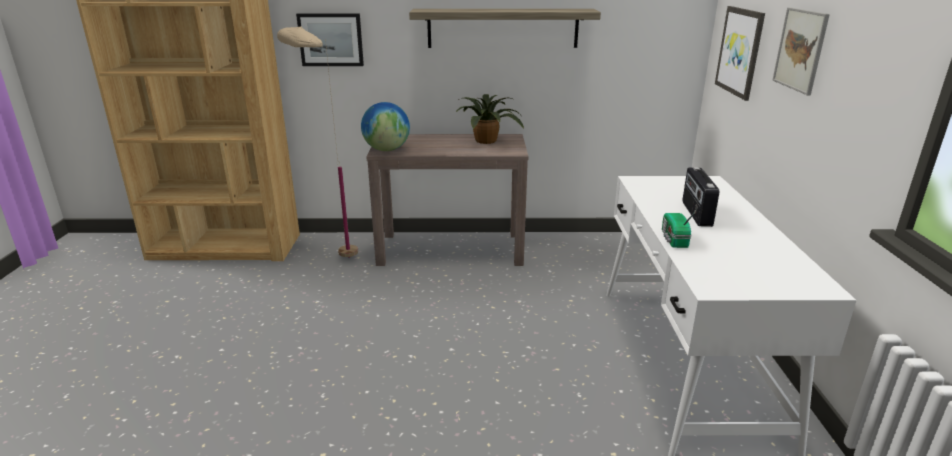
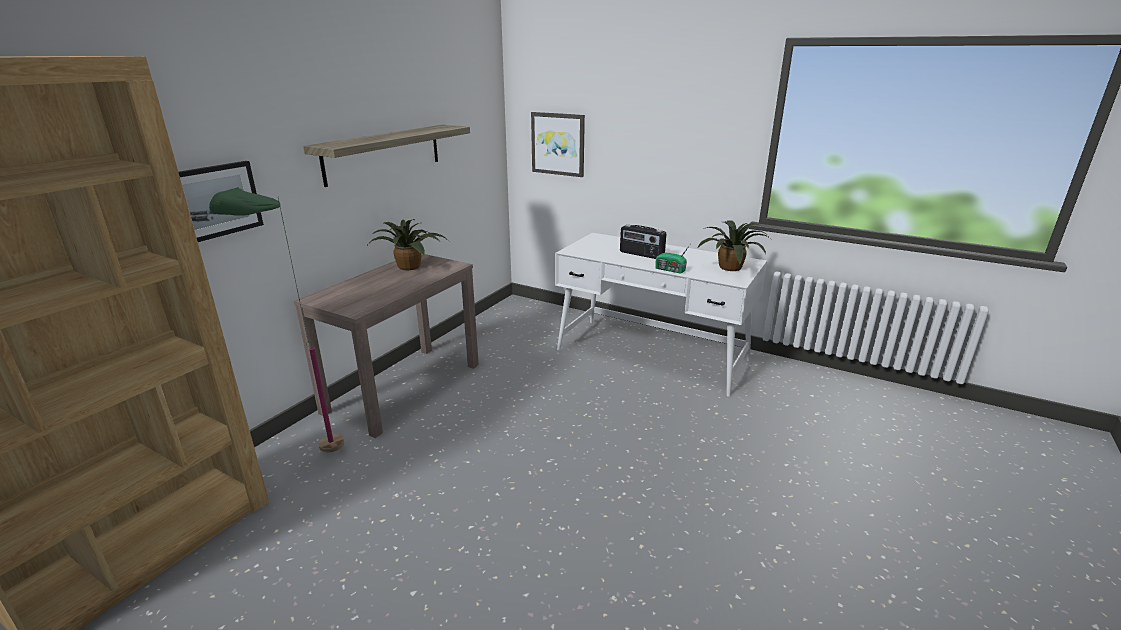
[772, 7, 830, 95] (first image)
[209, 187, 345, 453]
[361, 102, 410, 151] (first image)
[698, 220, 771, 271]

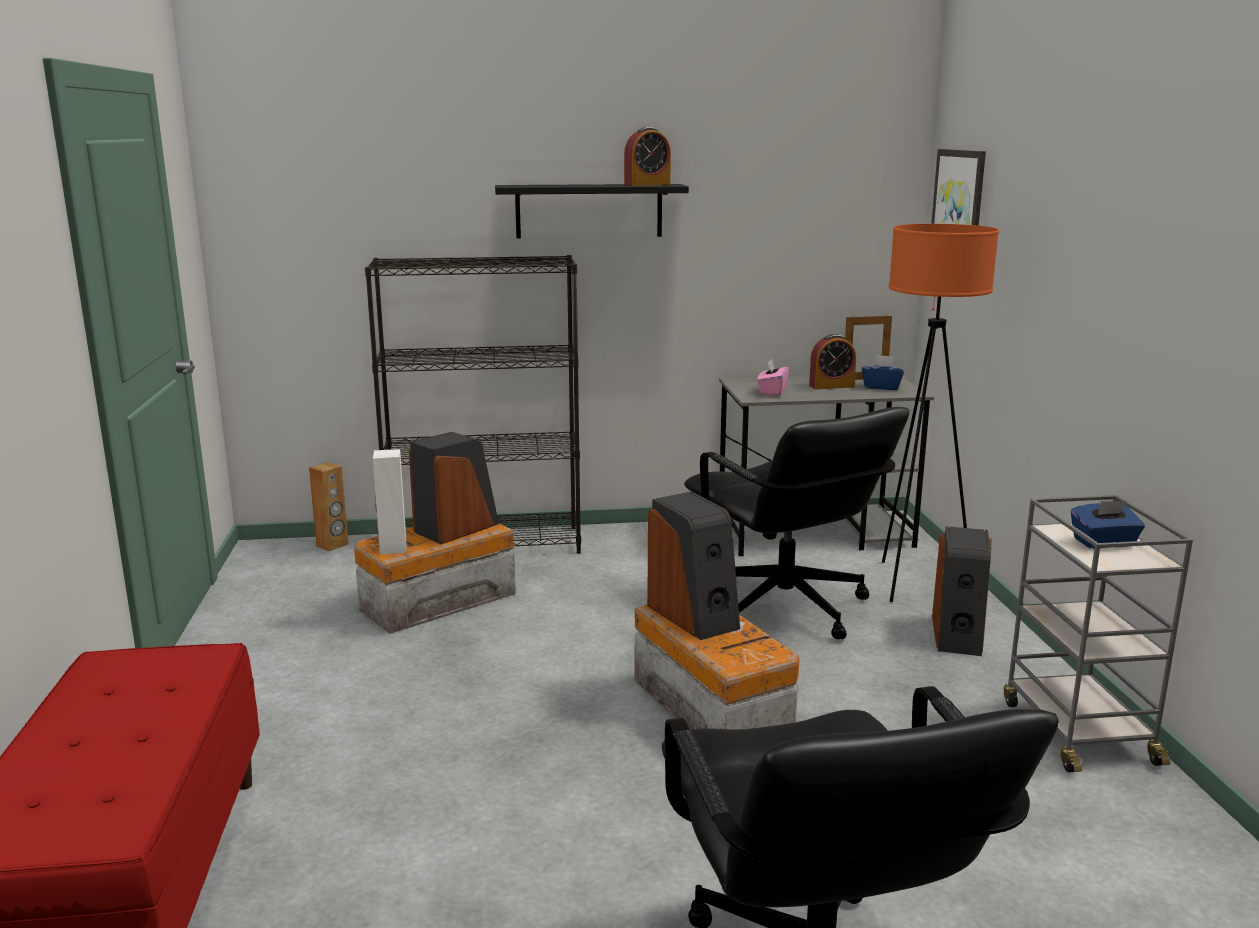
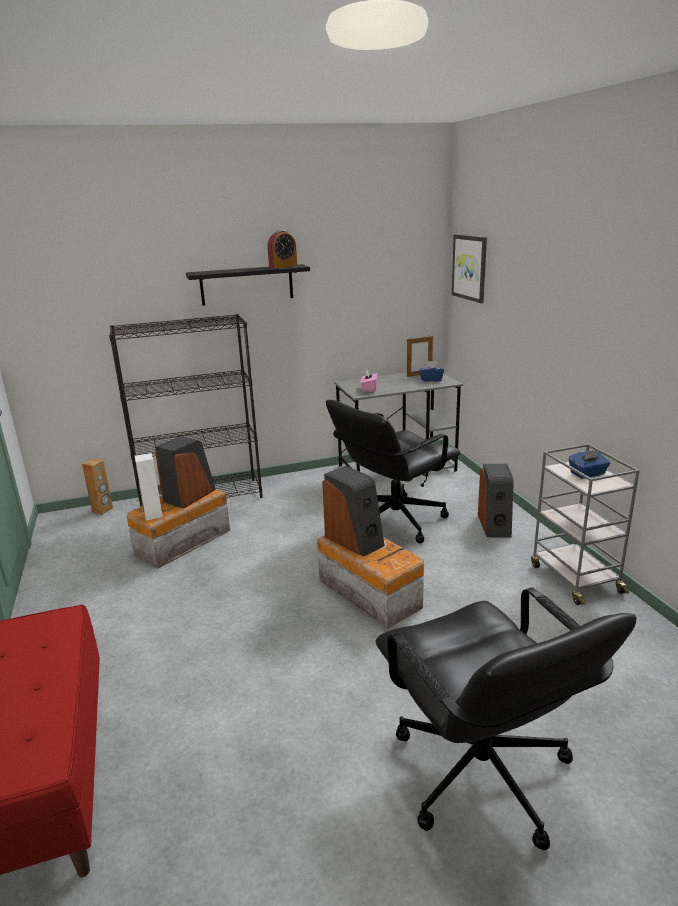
[882, 224, 999, 602] (first image)
[809, 334, 856, 389] (first image)
[326, 400, 461, 543]

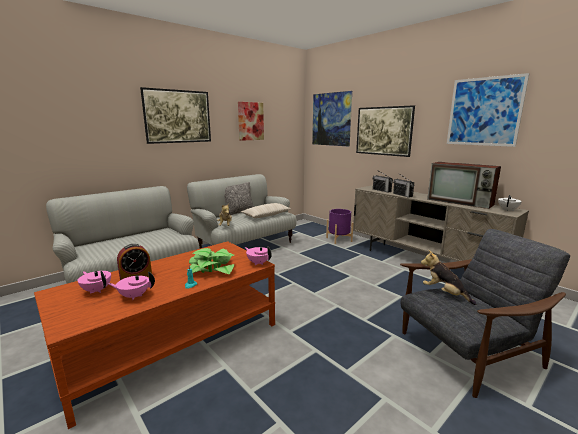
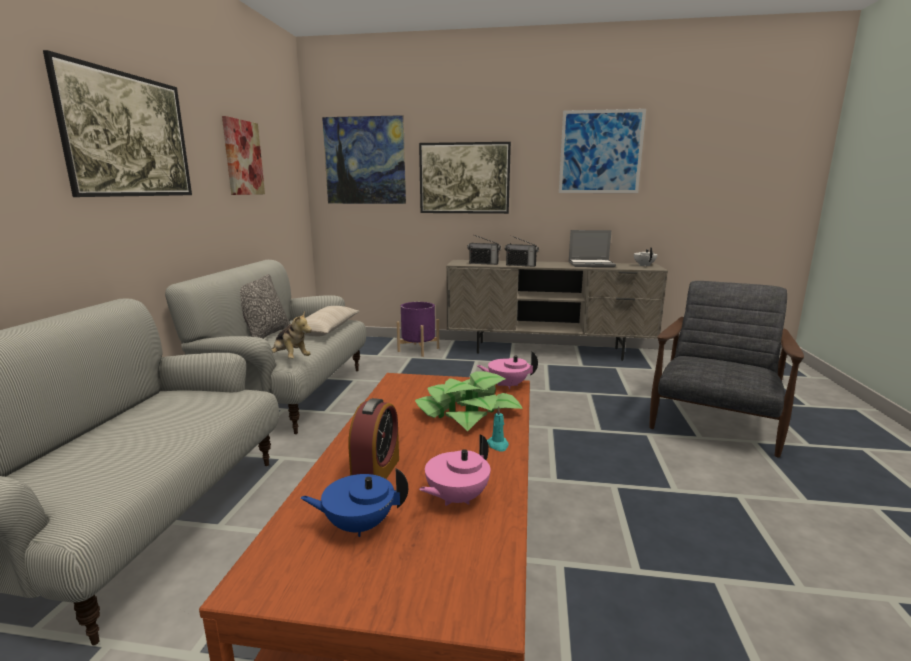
[569, 230, 616, 267]
[421, 250, 476, 305] (first image)
[300, 468, 408, 537]

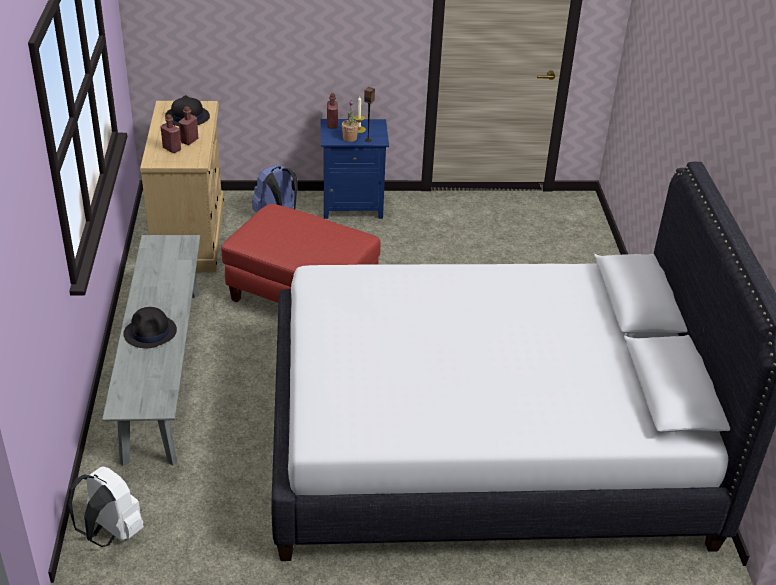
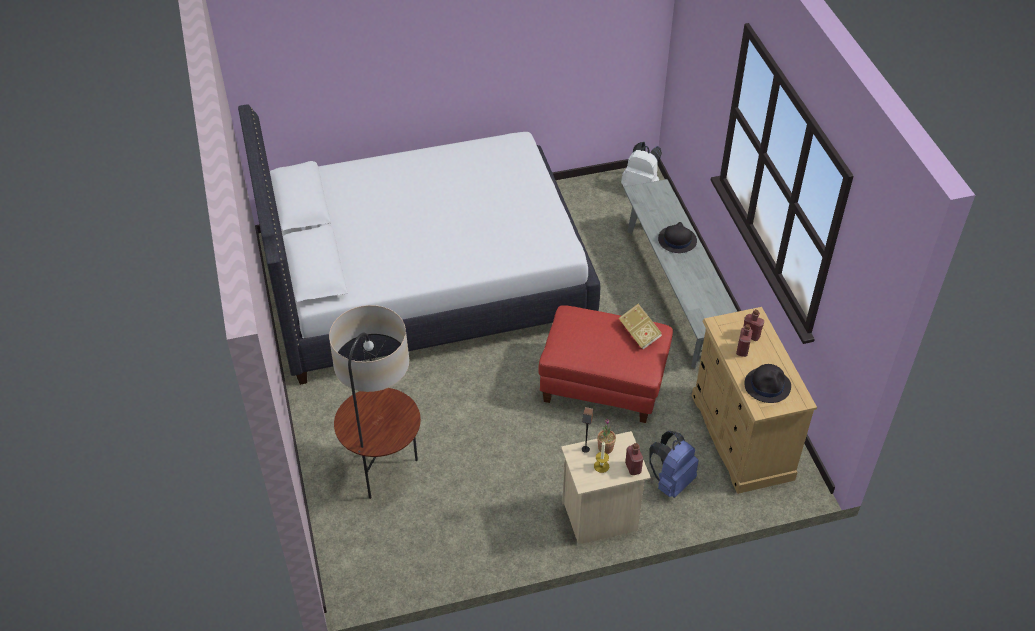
[561, 431, 651, 544]
[619, 304, 662, 349]
[329, 305, 421, 499]

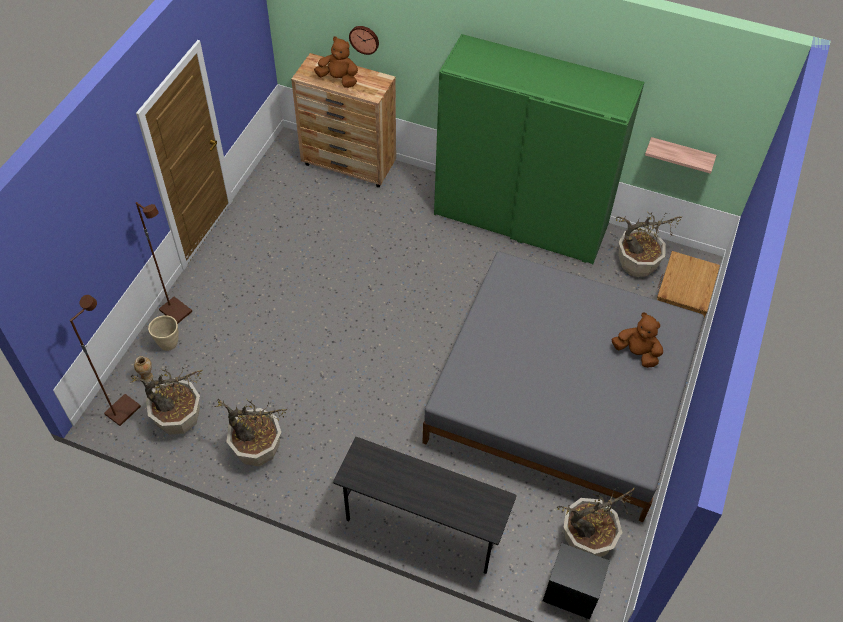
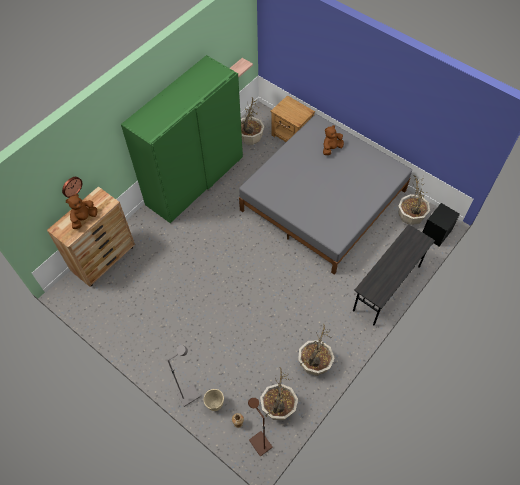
[167, 345, 201, 407]

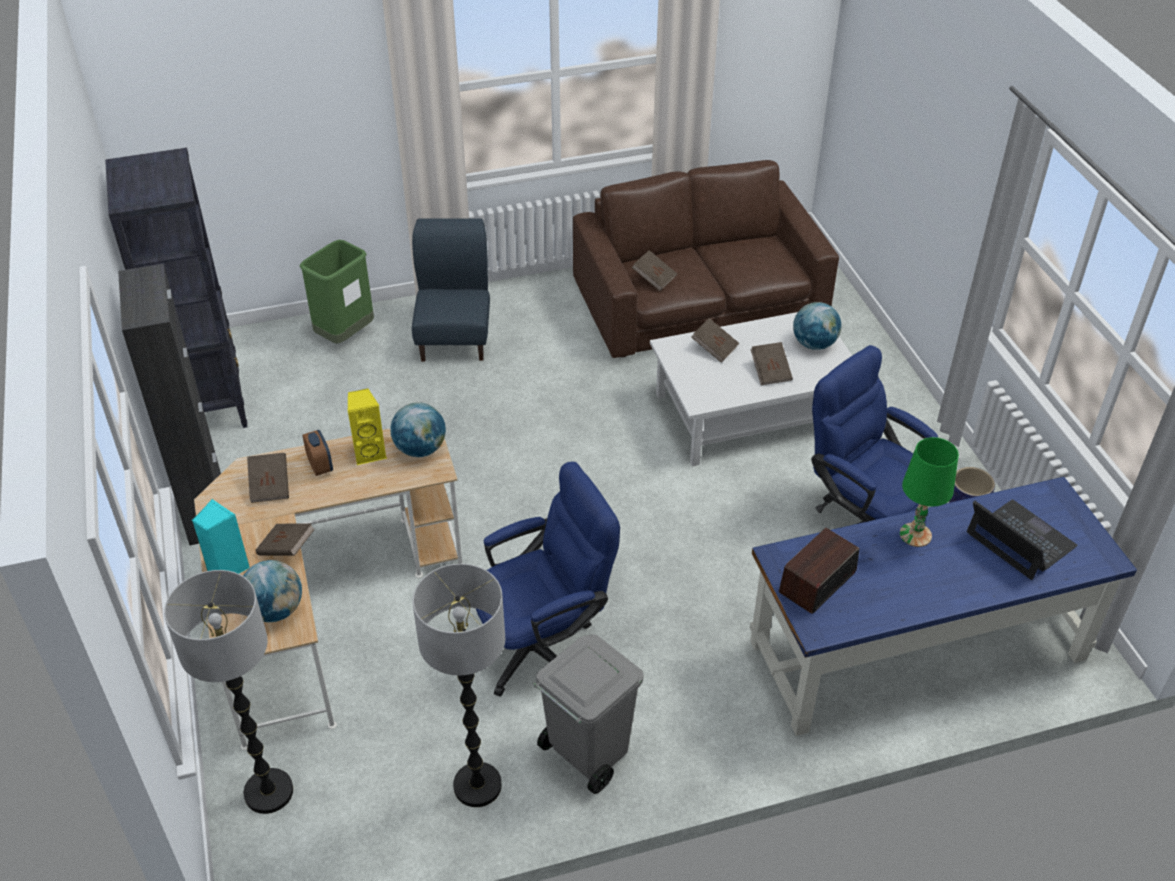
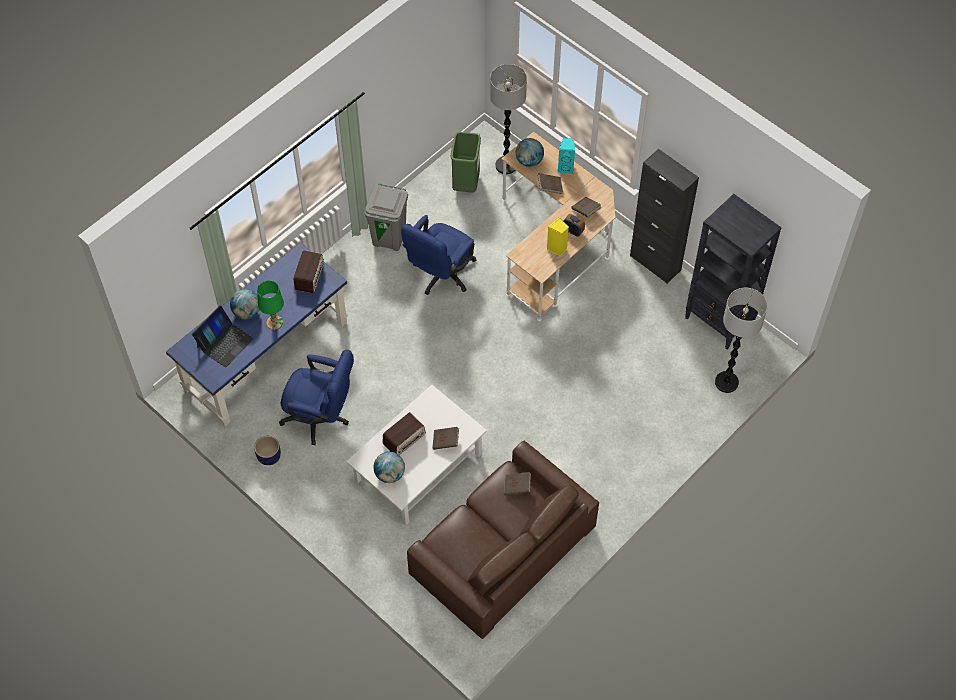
[412, 218, 490, 362] (first image)
[451, 132, 481, 193]
[382, 412, 426, 455]
[230, 289, 260, 319]
[192, 305, 254, 367]
[715, 288, 768, 393]

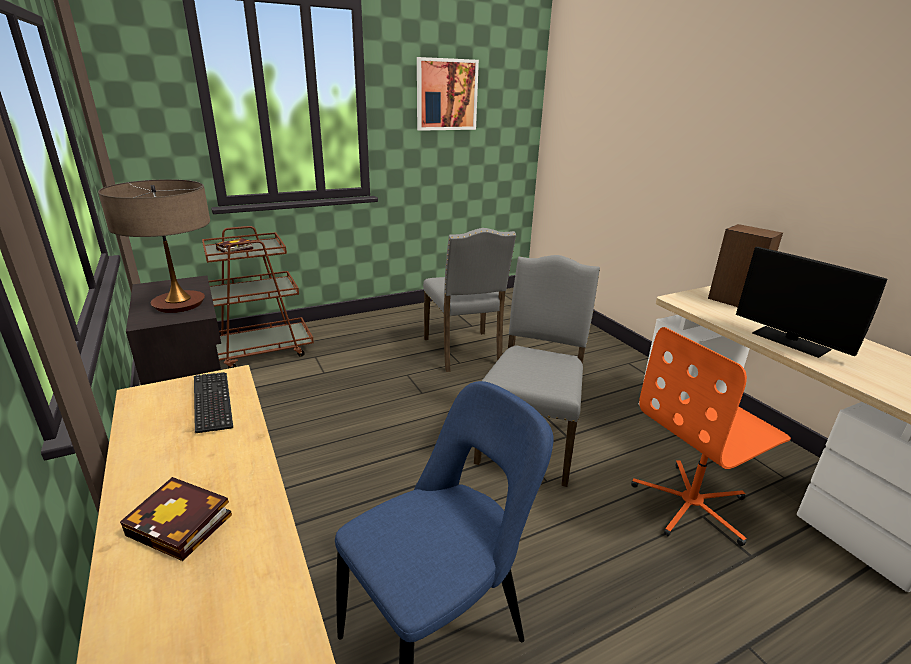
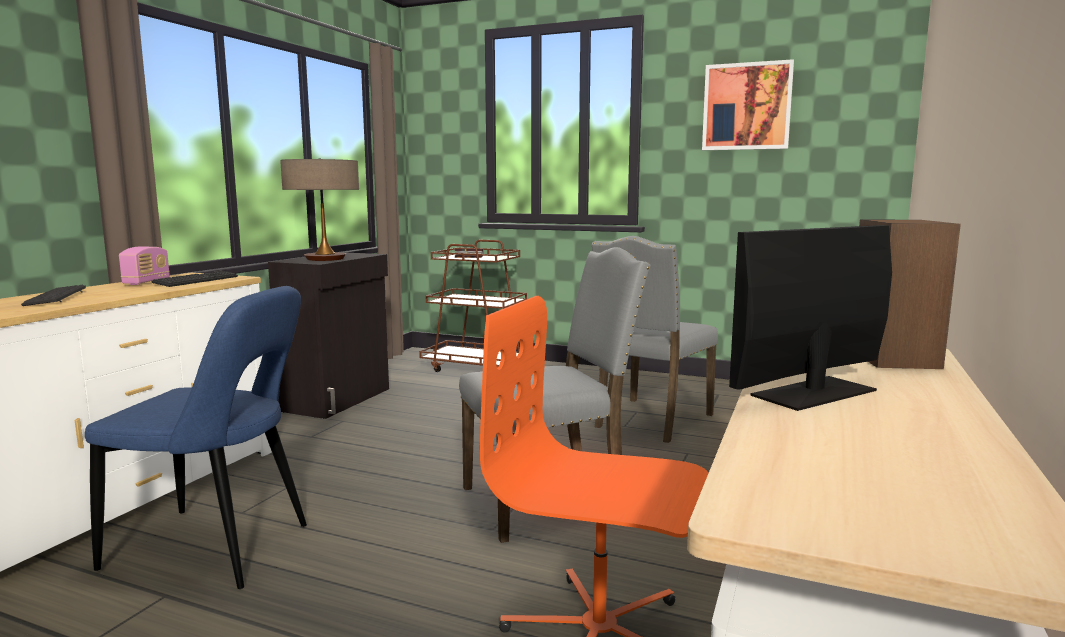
[729, 225, 892, 411]
[21, 285, 86, 306]
[119, 247, 170, 285]

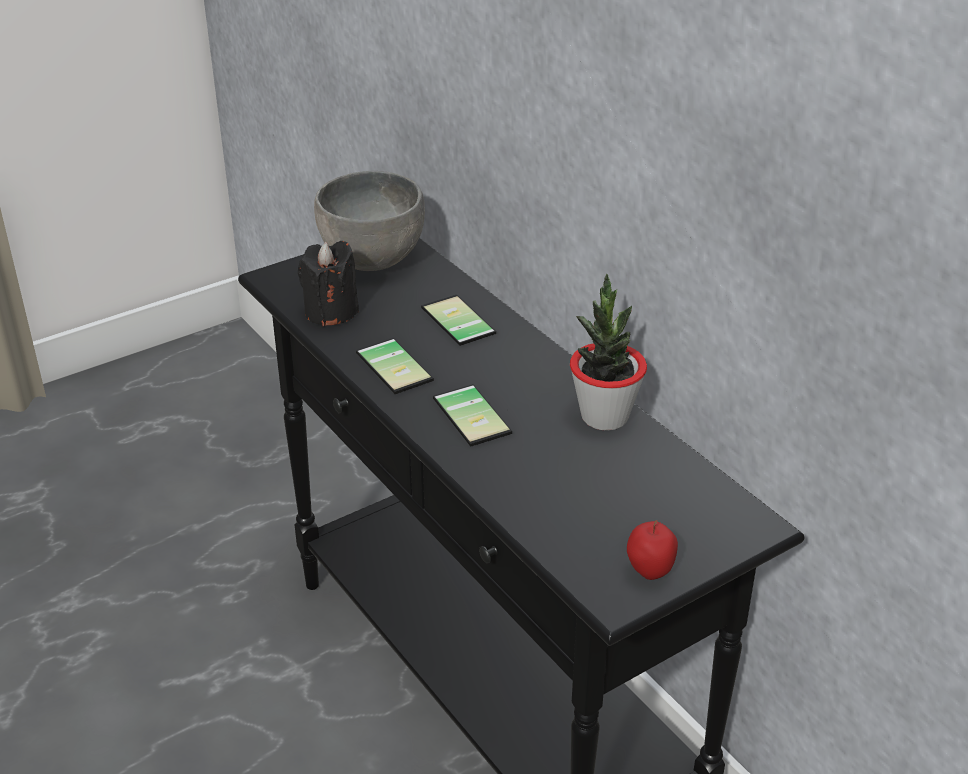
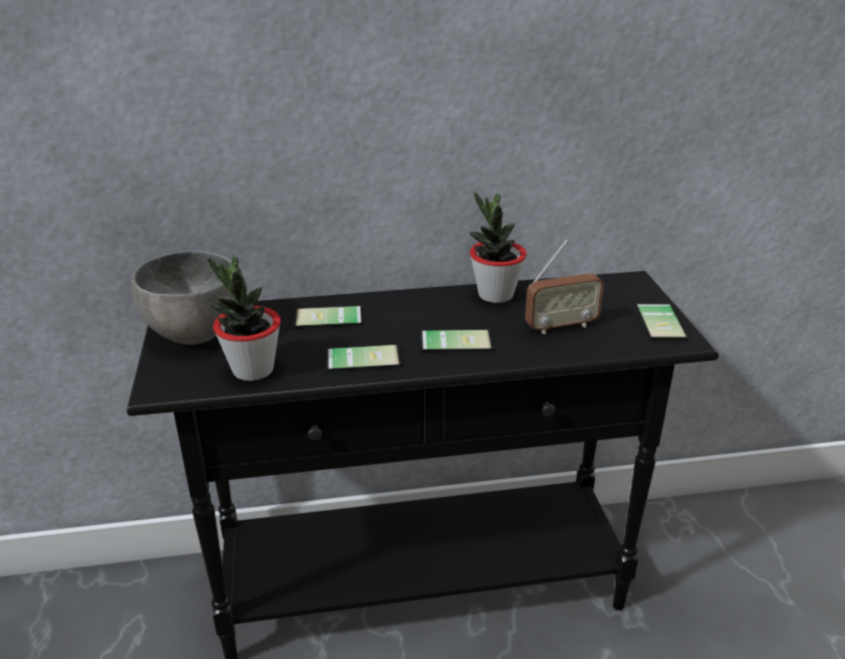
[207, 256, 281, 381]
[635, 304, 688, 341]
[525, 239, 604, 334]

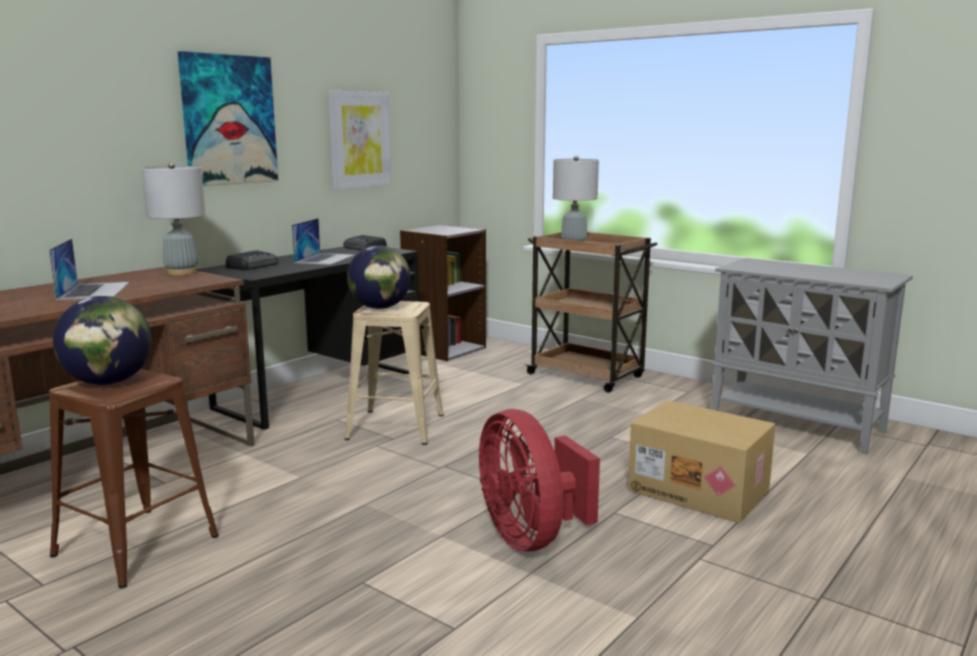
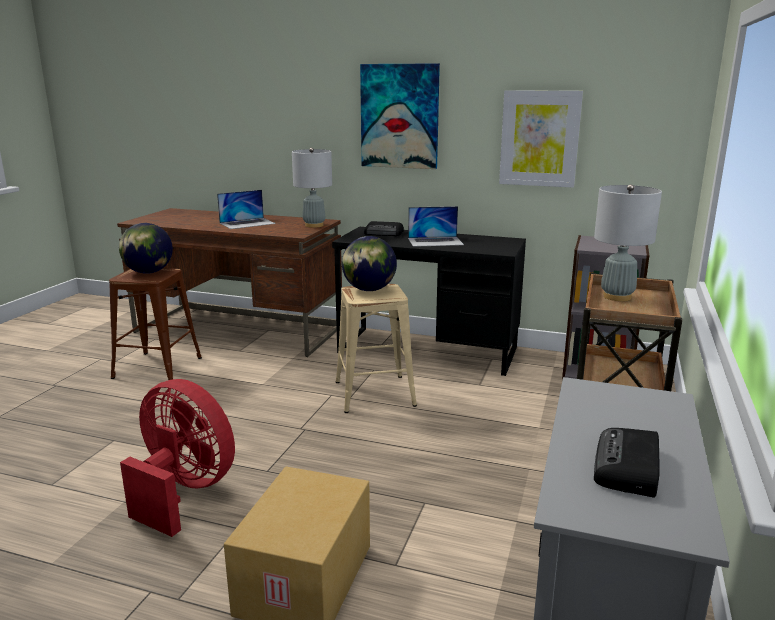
[594, 428, 660, 498]
[120, 379, 235, 537]

